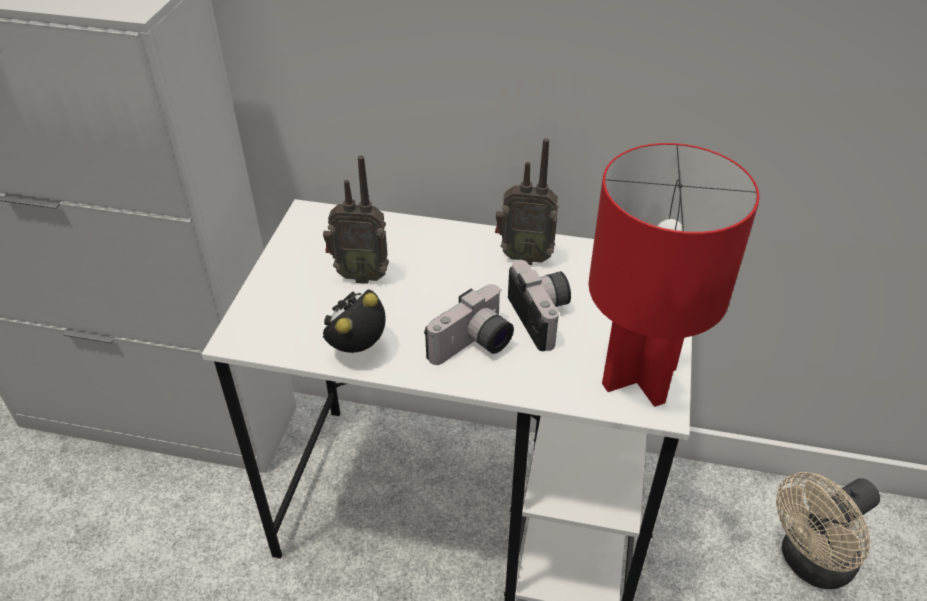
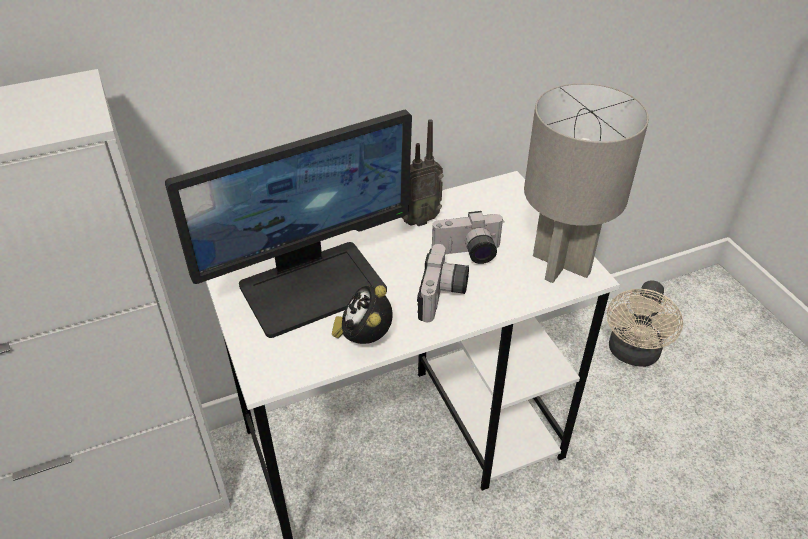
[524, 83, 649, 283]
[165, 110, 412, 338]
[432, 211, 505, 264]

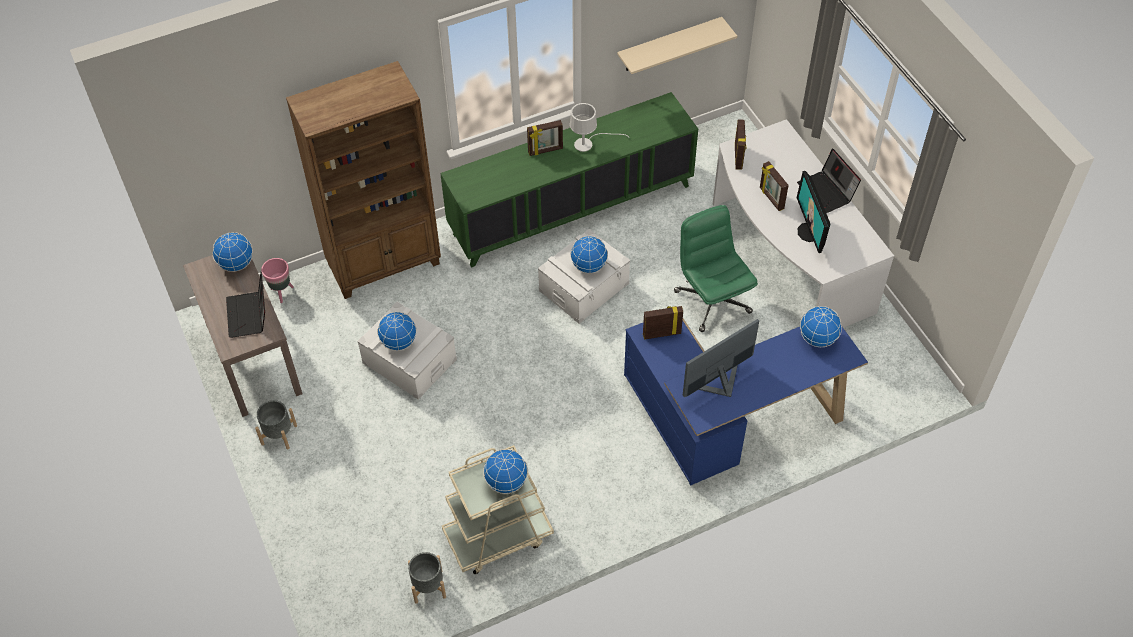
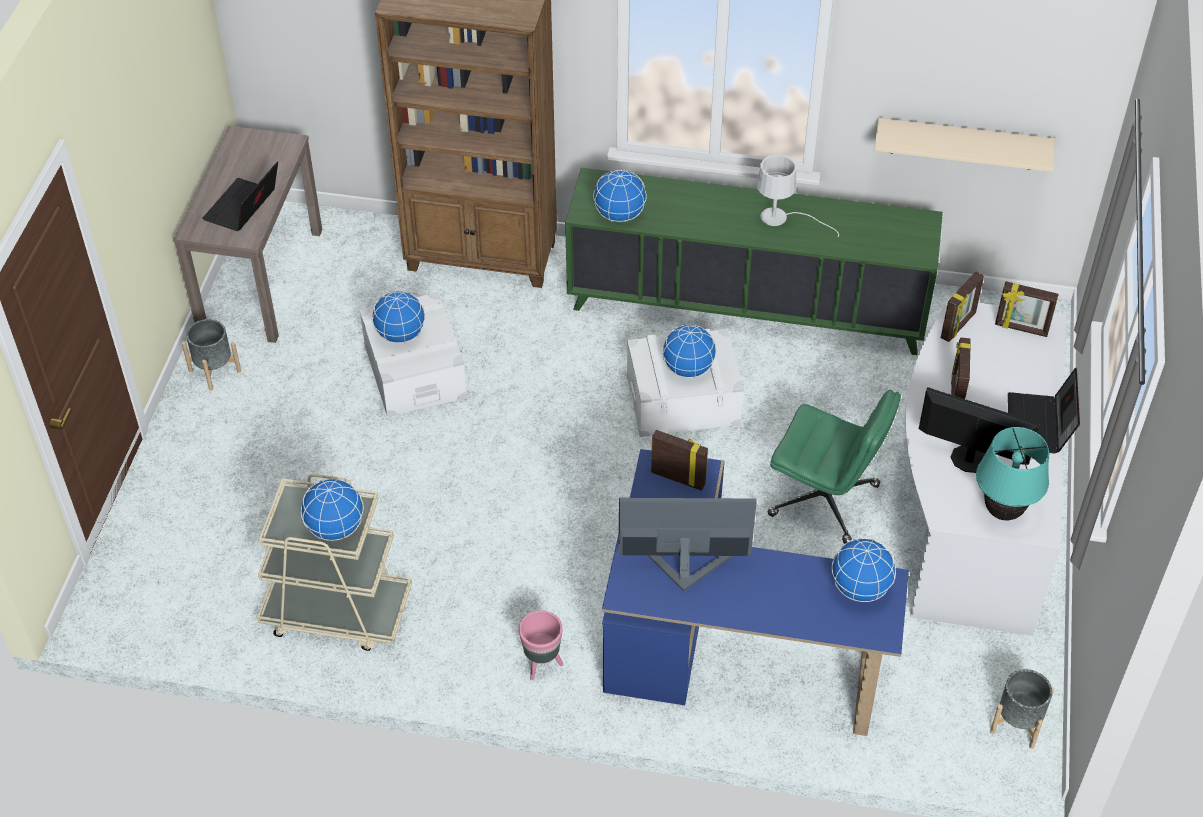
[995, 281, 1059, 337]
[919, 387, 1040, 473]
[768, 390, 901, 544]
[593, 170, 647, 222]
[519, 610, 563, 680]
[990, 669, 1054, 749]
[976, 427, 1049, 520]

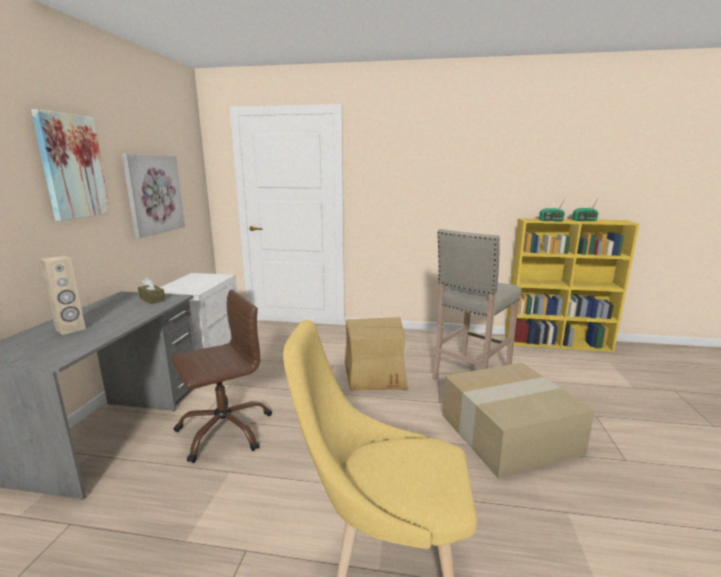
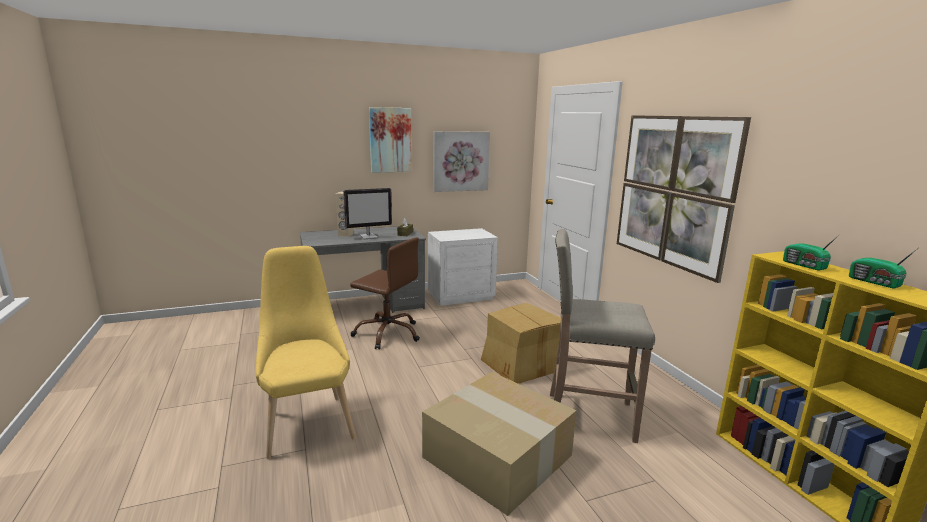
[617, 115, 751, 283]
[343, 188, 392, 240]

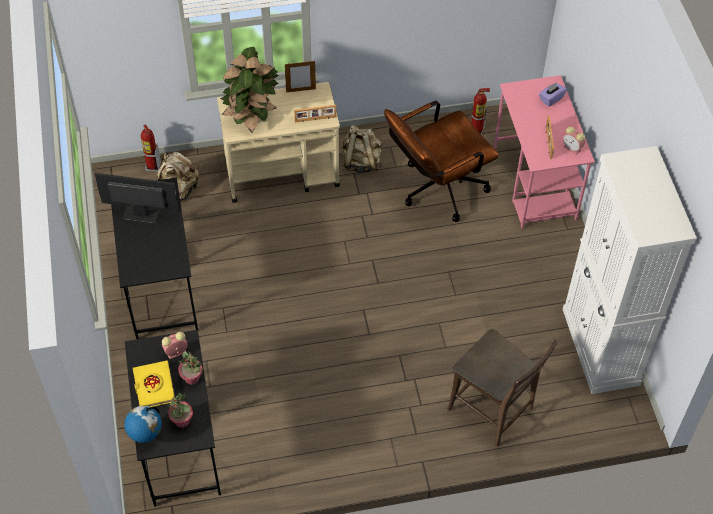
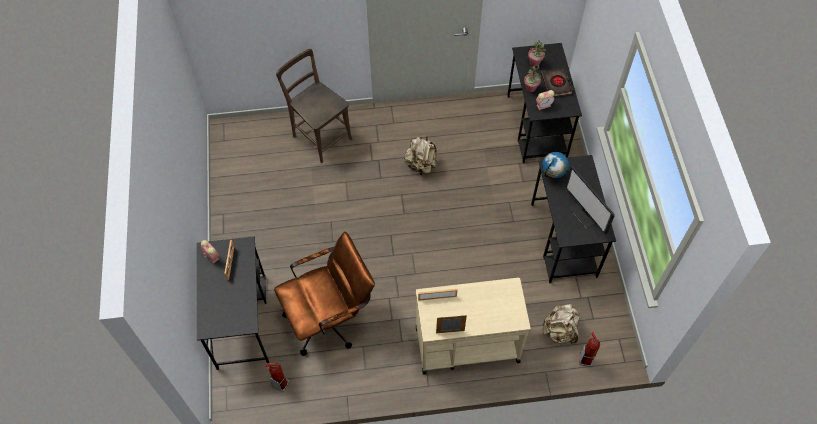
[220, 47, 279, 133] (first image)
[197, 236, 269, 370]
[539, 83, 567, 107] (first image)
[404, 135, 438, 176]
[563, 146, 697, 394] (first image)
[565, 166, 615, 234]
[541, 67, 573, 97]
[542, 152, 569, 179]

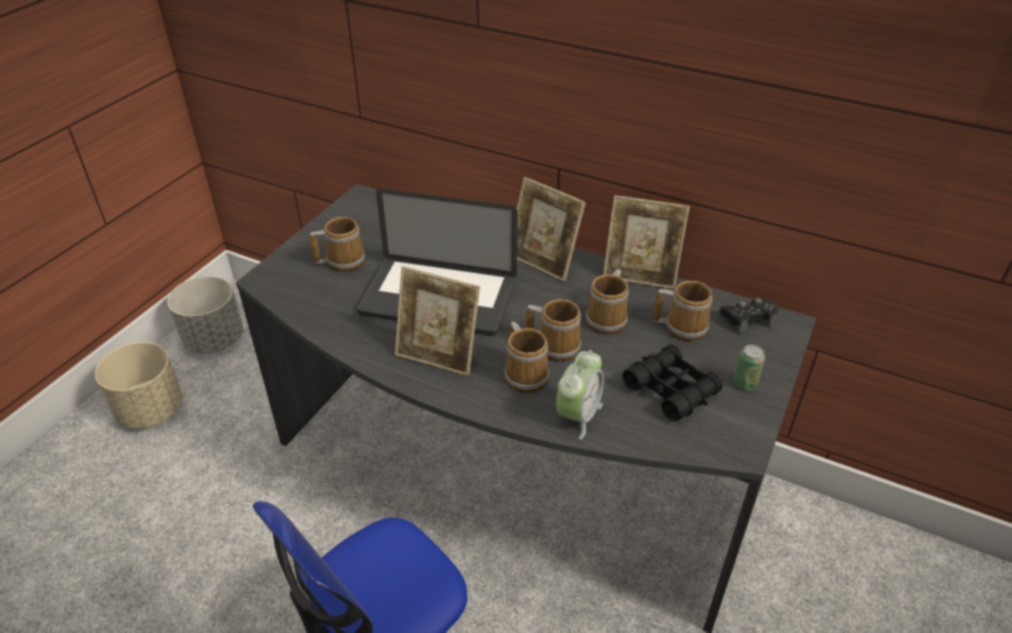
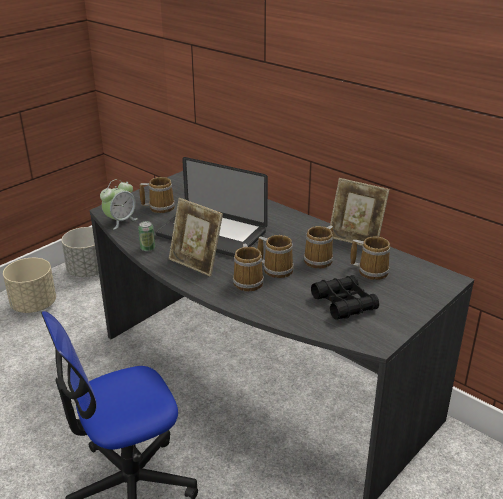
[517, 177, 586, 282] (first image)
[720, 298, 778, 333] (first image)
[138, 221, 155, 252]
[100, 179, 138, 230]

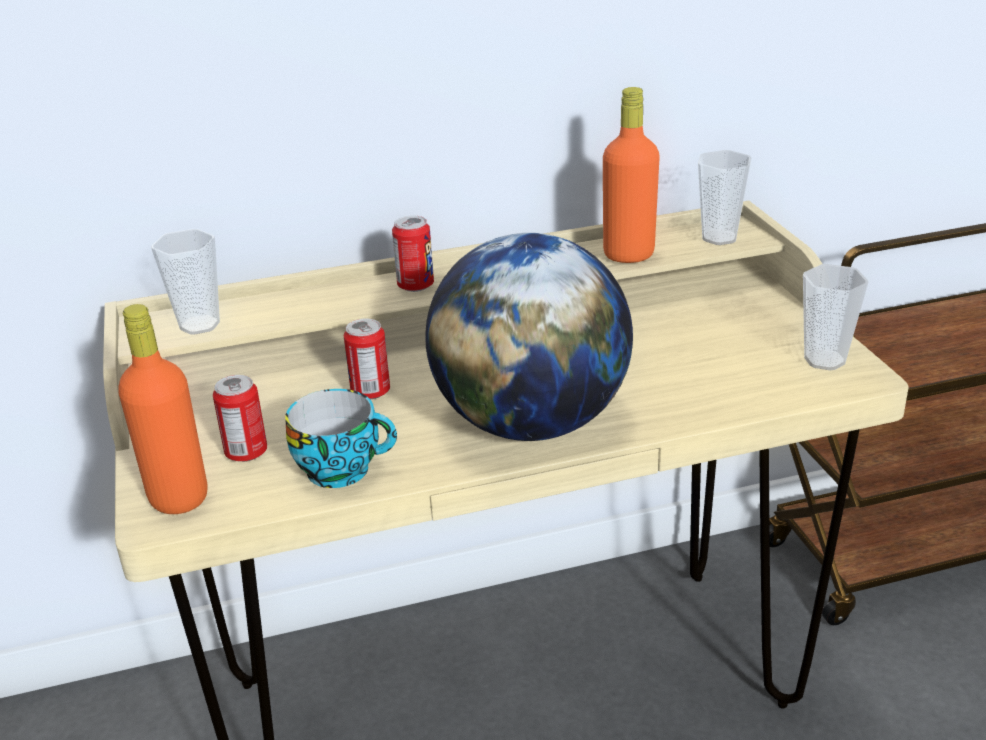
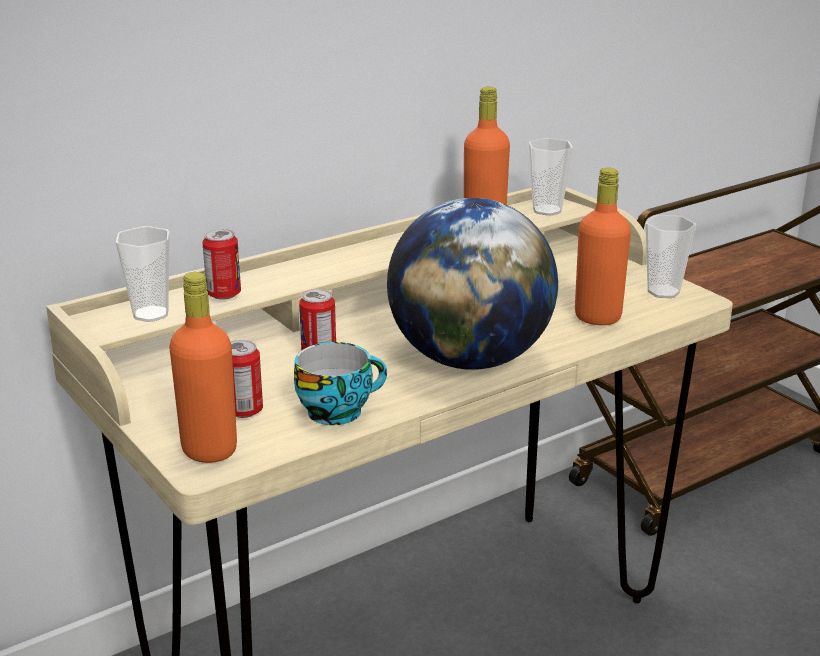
[202, 229, 241, 300]
[575, 168, 631, 325]

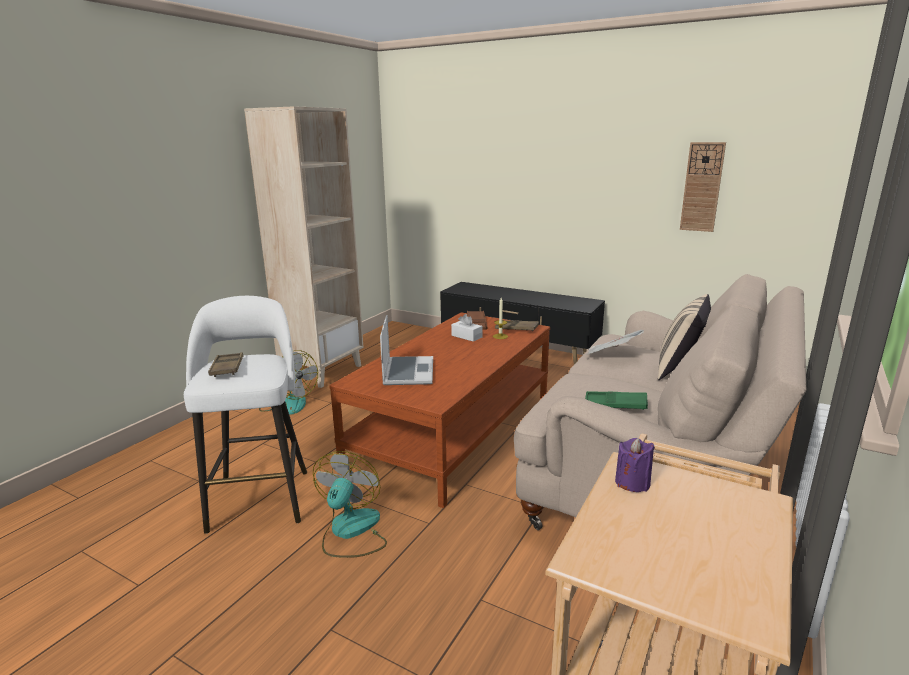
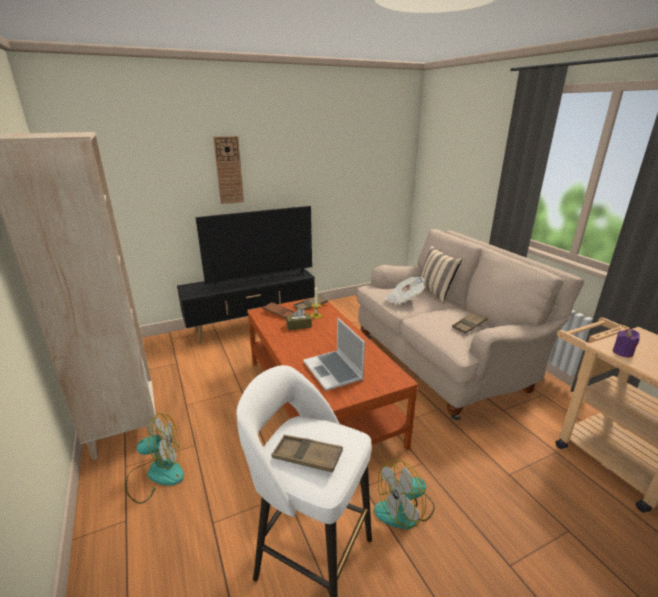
[213, 136, 244, 204]
[286, 309, 312, 330]
[303, 318, 365, 391]
[452, 312, 488, 334]
[374, 459, 435, 529]
[196, 206, 312, 291]

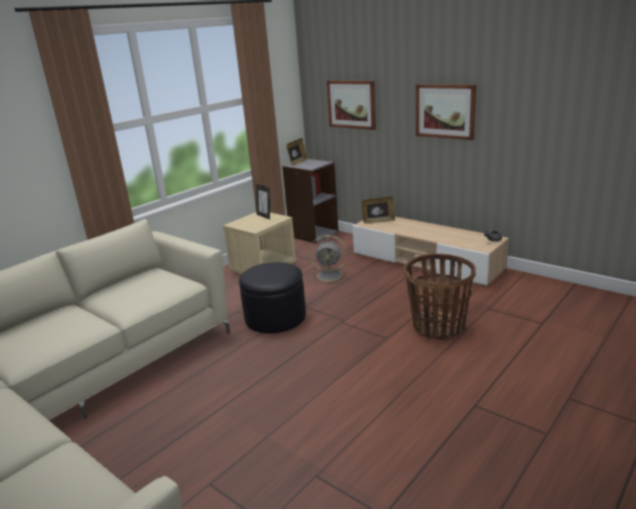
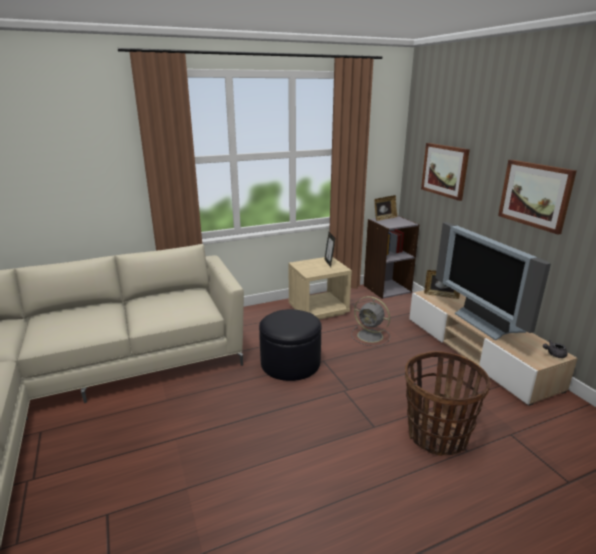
[435, 222, 551, 340]

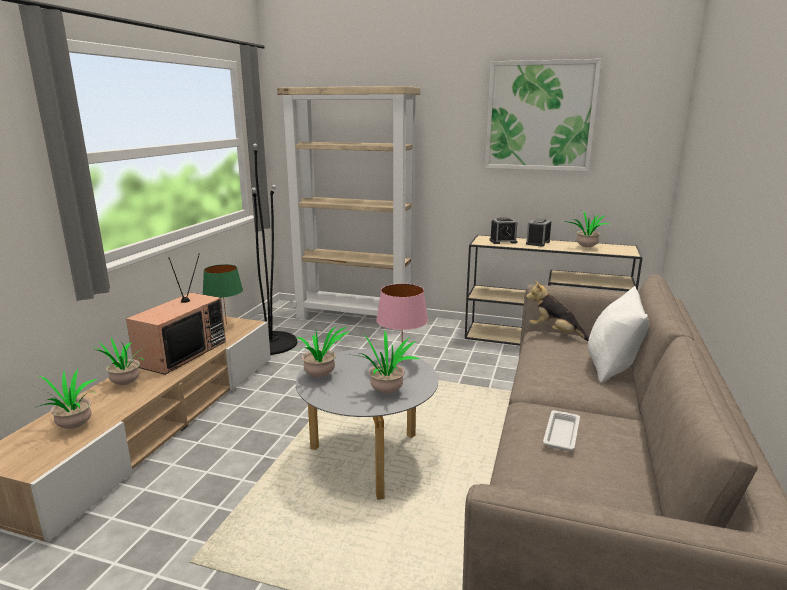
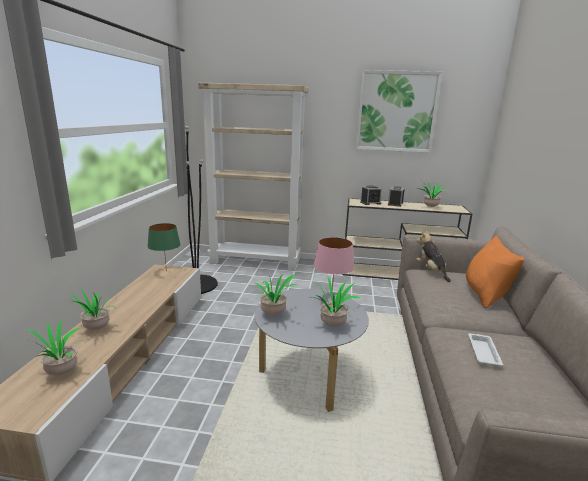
[126, 253, 226, 375] (first image)
[417, 230, 451, 282]
[466, 235, 525, 309]

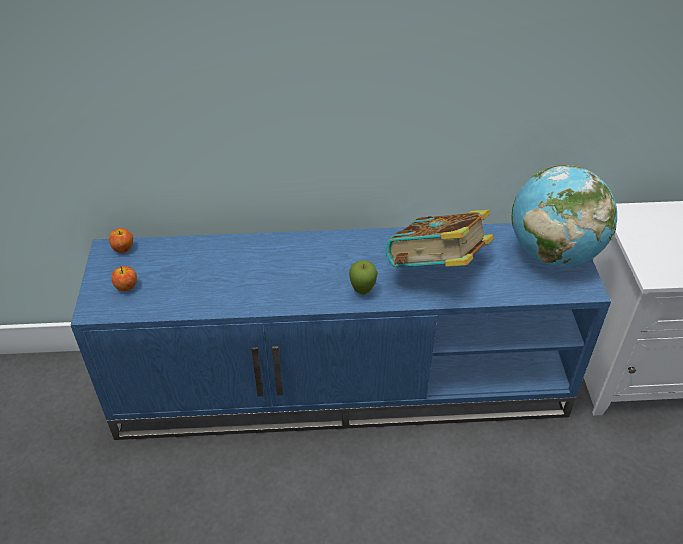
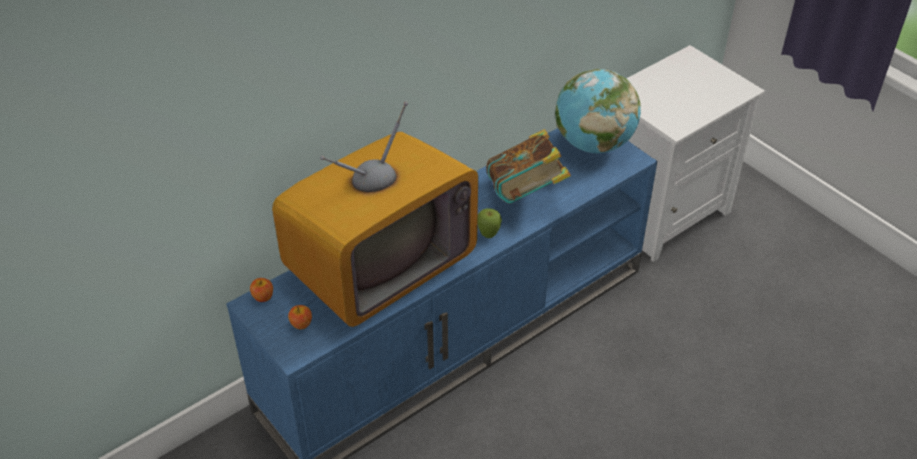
[272, 101, 478, 327]

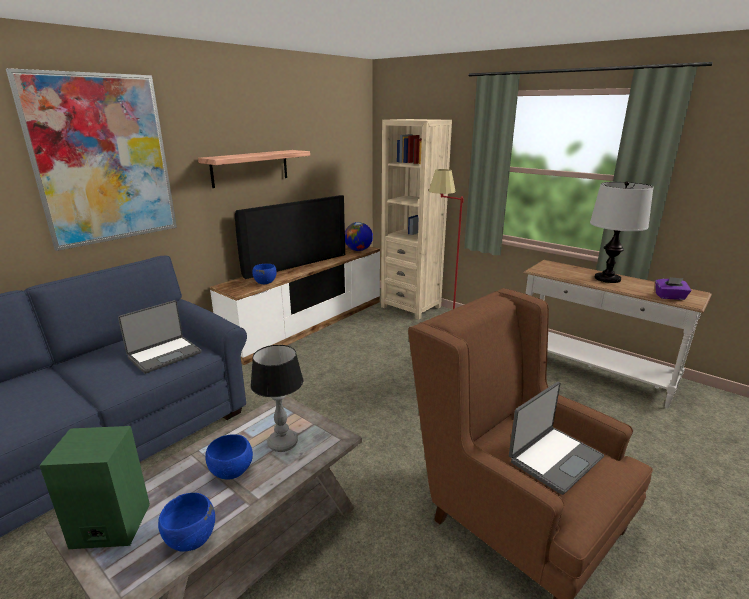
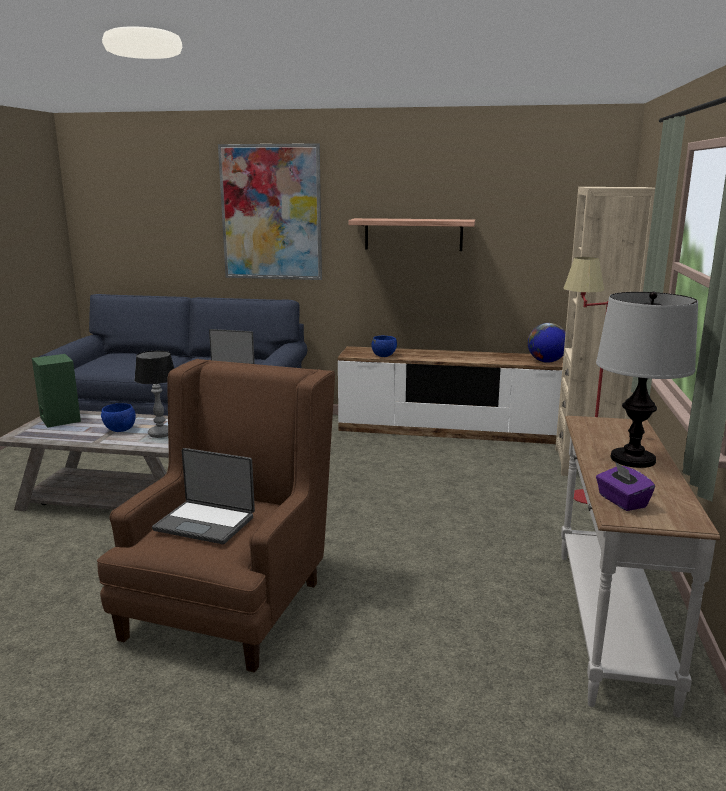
[235, 195, 345, 279] (first image)
[158, 493, 215, 552] (first image)

